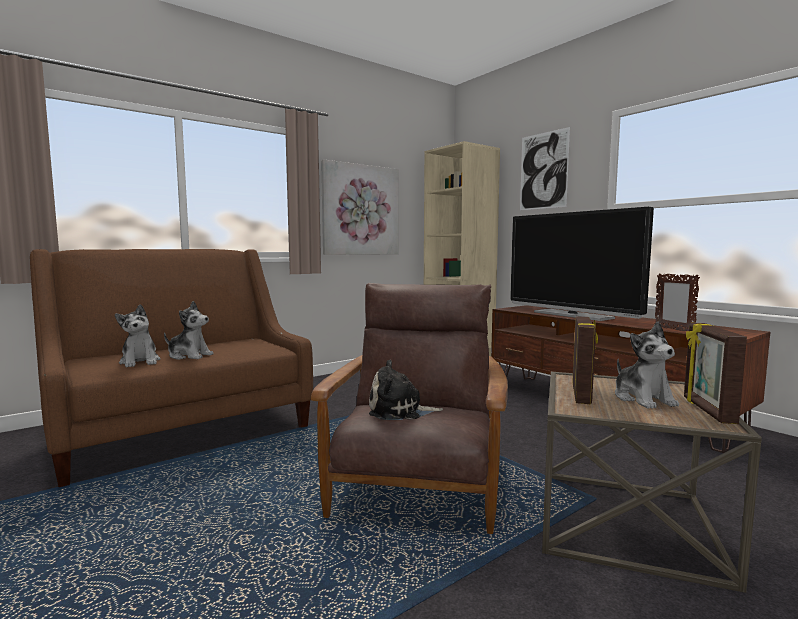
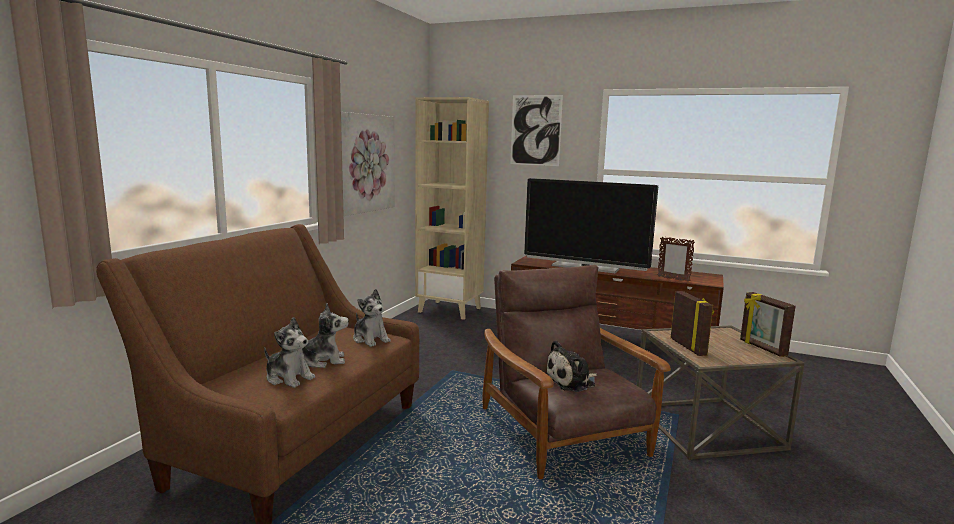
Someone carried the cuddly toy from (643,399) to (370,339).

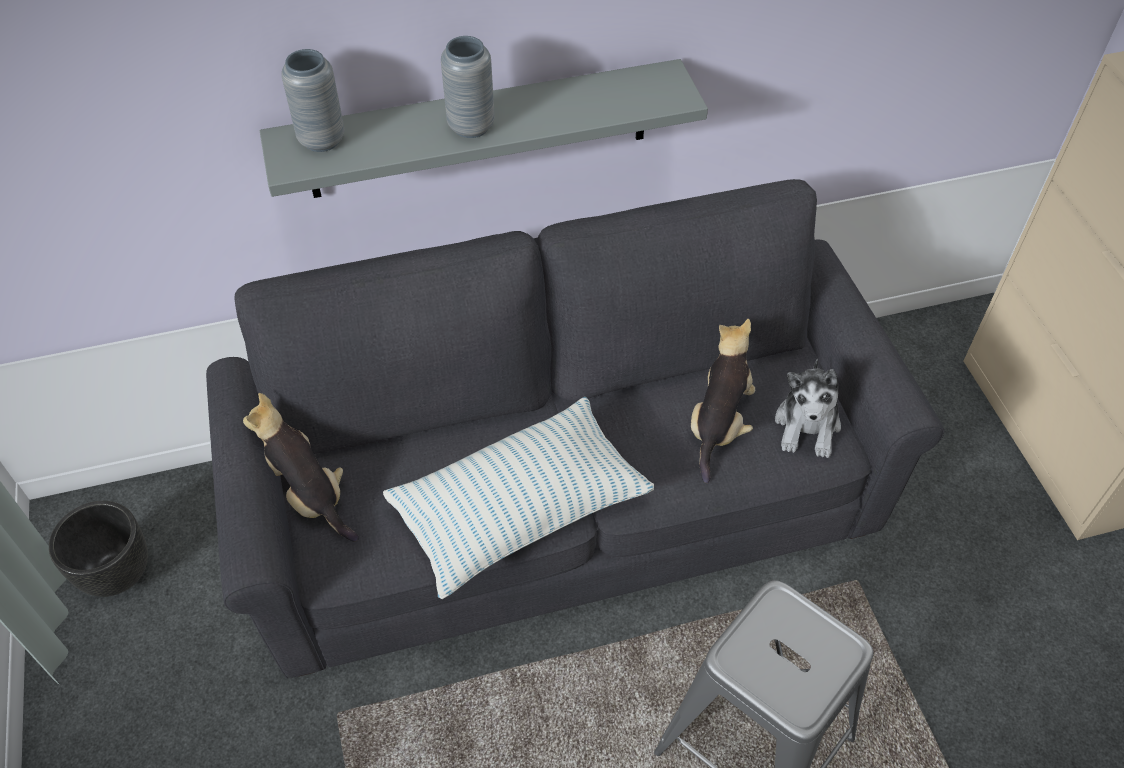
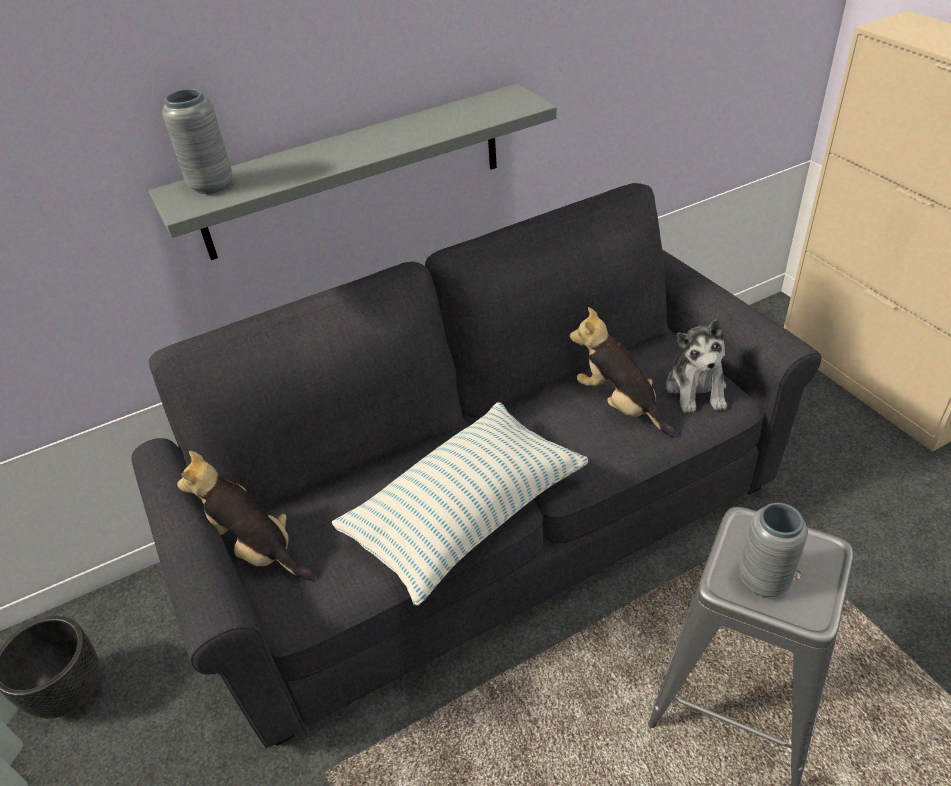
Someone carried the greyish decorative vase from (471,126) to (763,581).
Someone rotated the cuddly toy at (719,424) by 45 degrees counterclockwise.

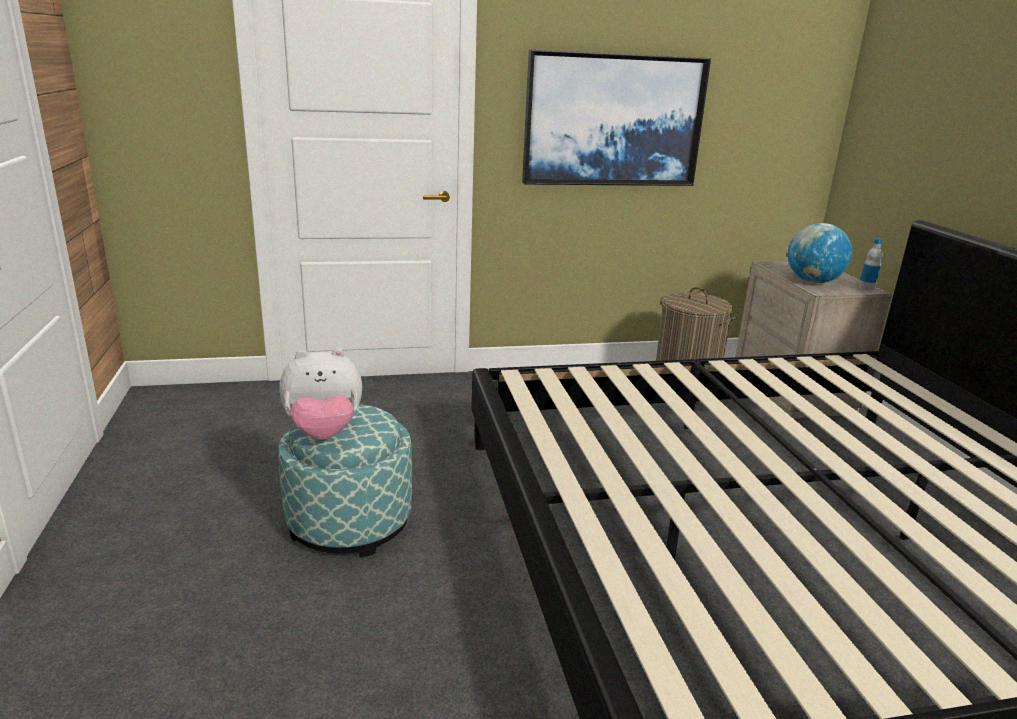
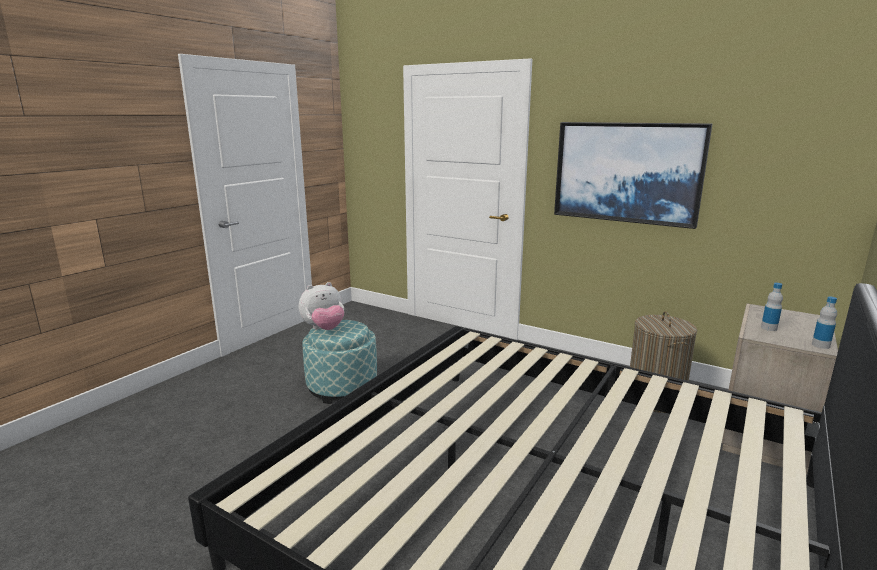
Someone swapped the desk globe at (813,281) for the drink bottle at (769,328).
Someone rotated the cuddly toy at (324,432) by 60 degrees counterclockwise.

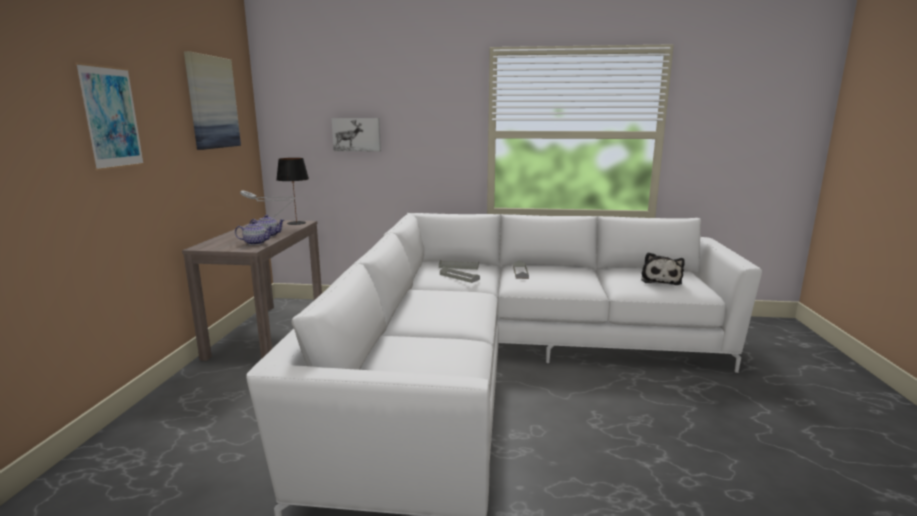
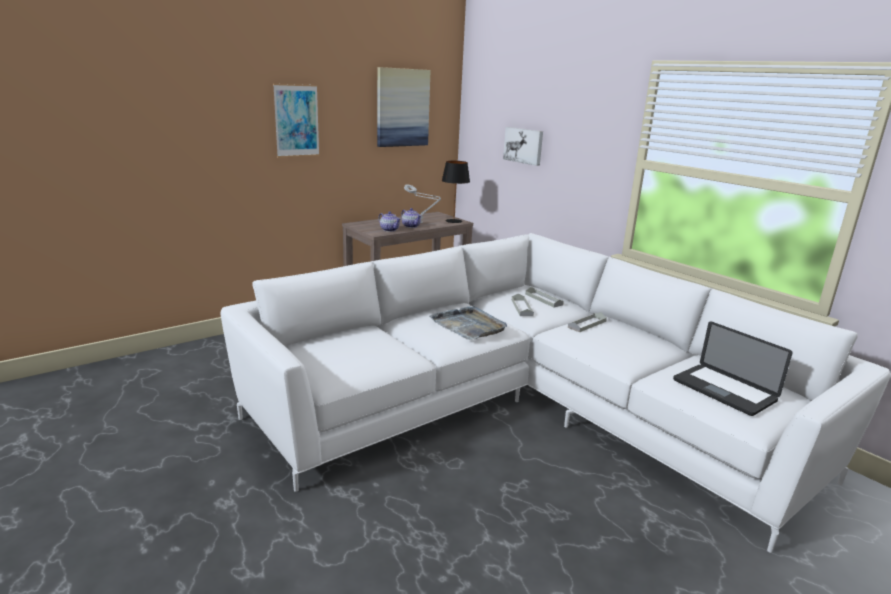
Someone put down the greyish tray at (469,325).
Someone swapped the cuddly toy at (660,280) for the notebook computer at (723,390).

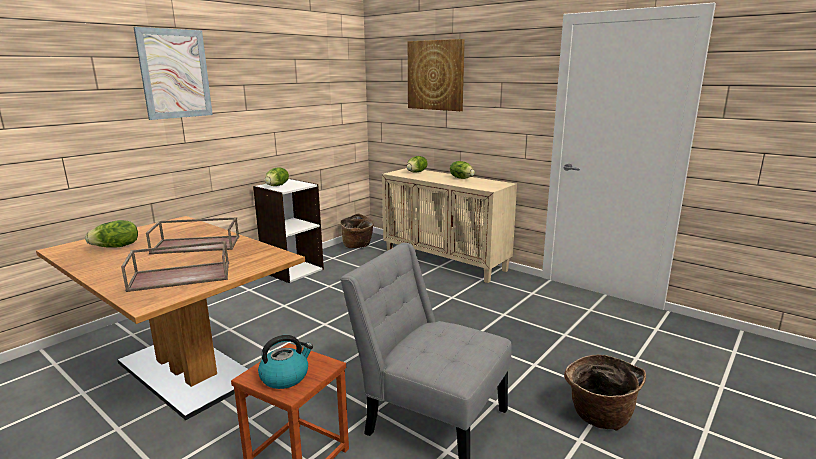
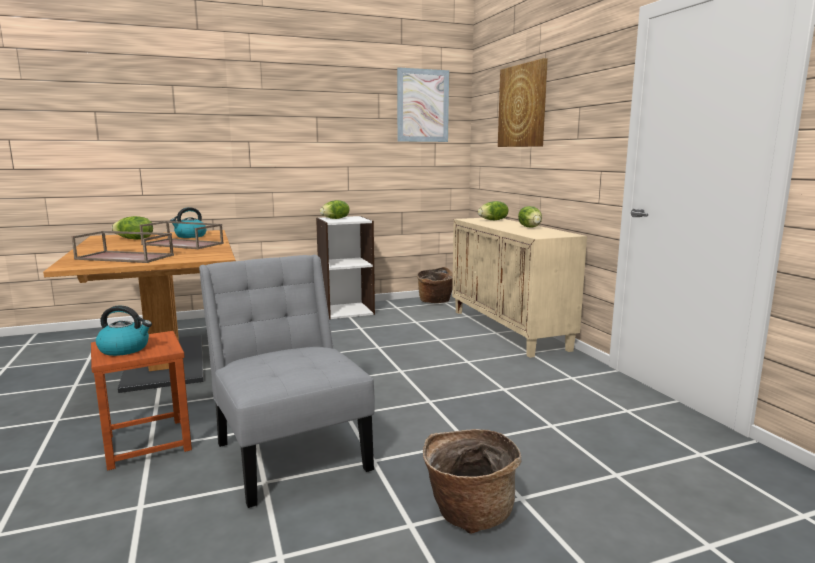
Someone put down the tea kettle at (190,236).
Someone carried the wall art from (175,74) to (422,105).

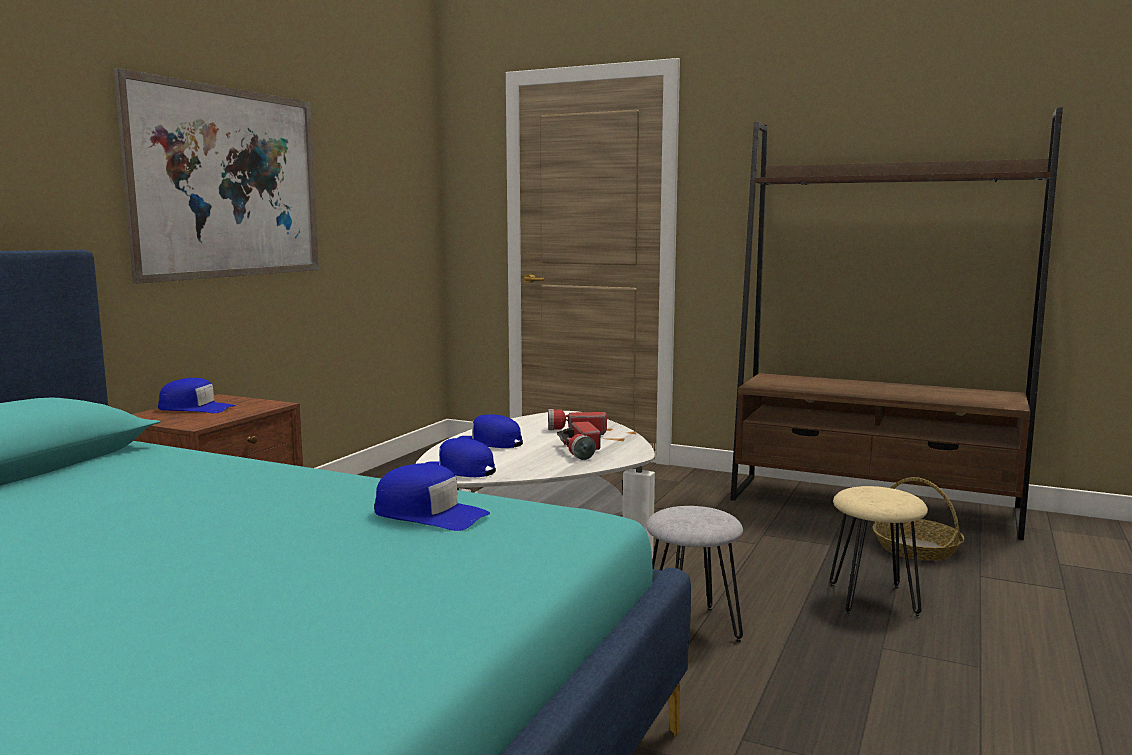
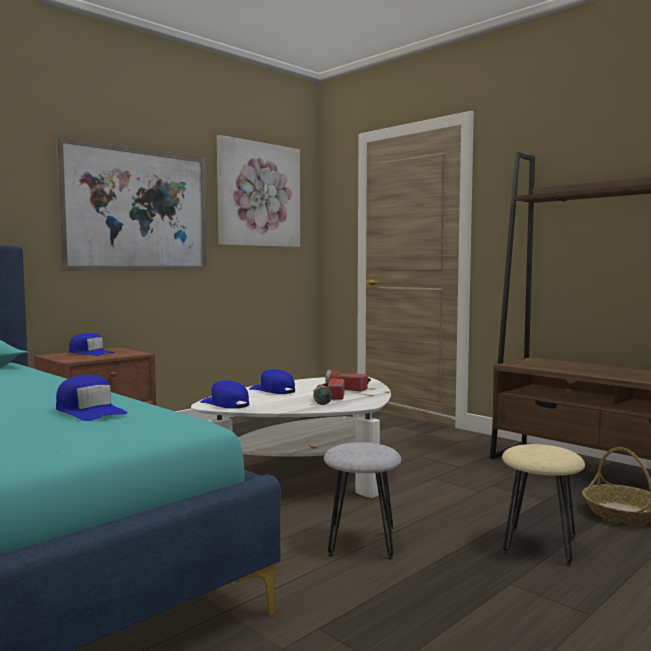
Someone put up the wall art at (259,195).

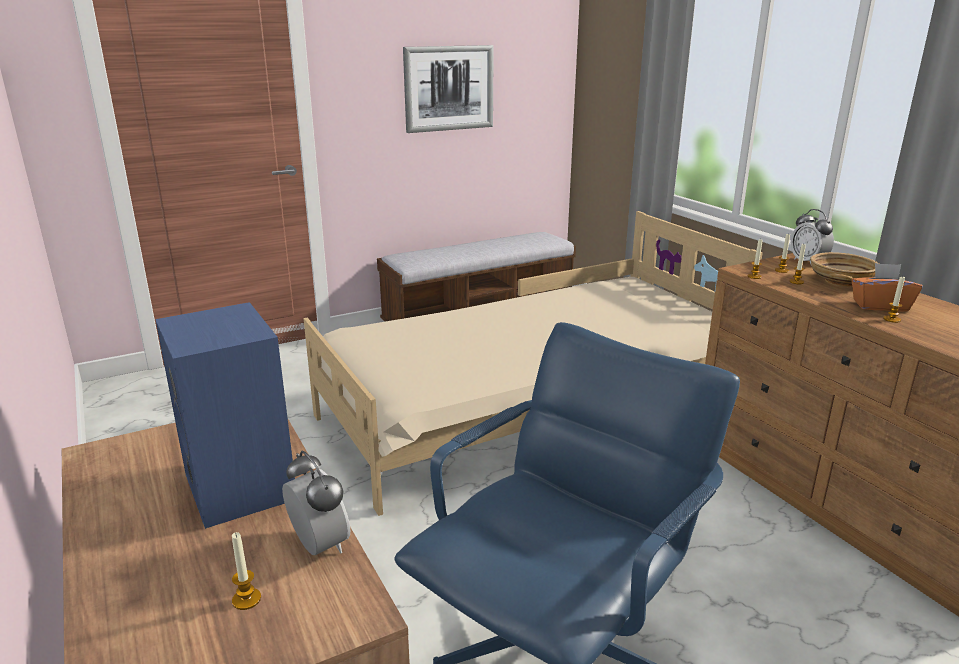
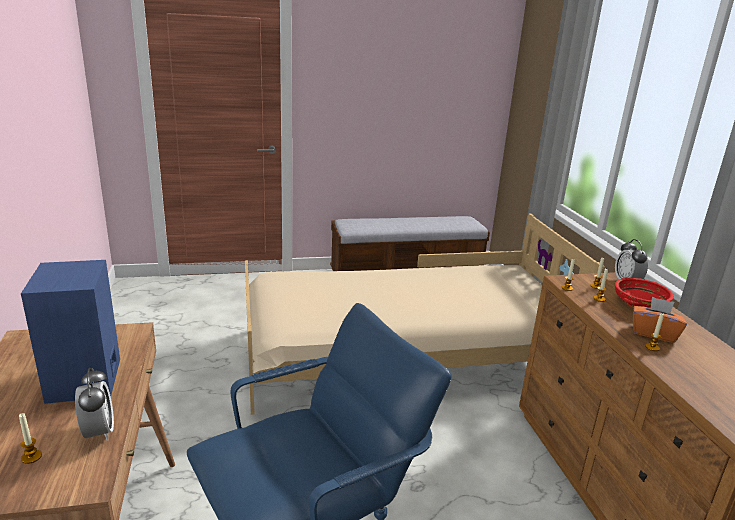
Someone took away the wall art at (449,88).
Someone repainted the sand-coloured bowl at (840,281), which became the reddish bowl at (639,304).

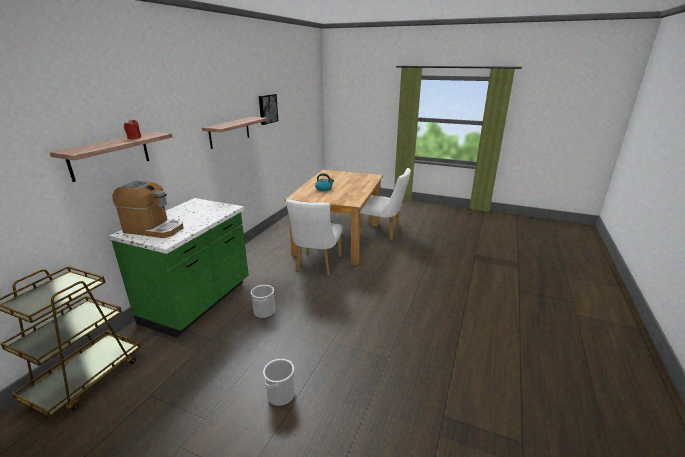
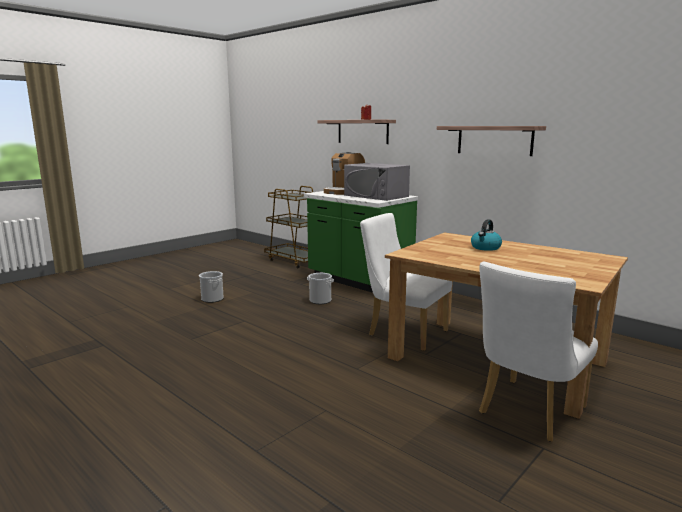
Someone took away the wall art at (267,109).
Someone put down the greyish microwave at (376,196).

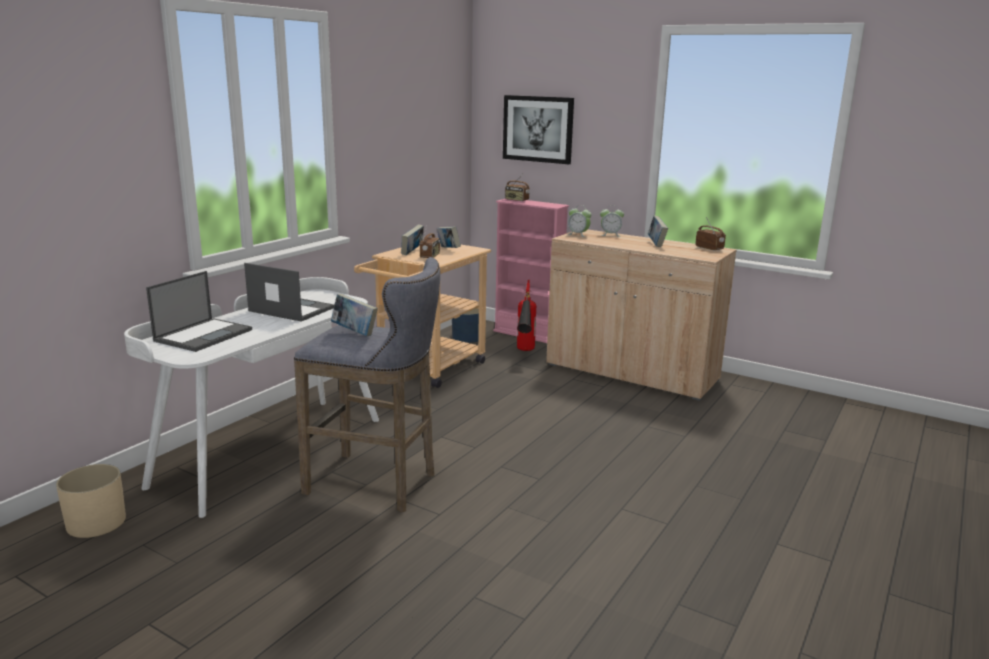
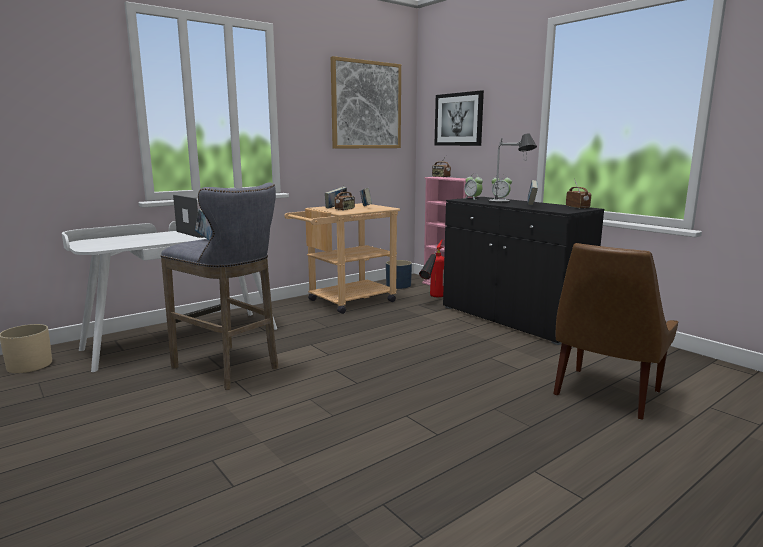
Someone took away the notebook computer at (204,335).
Someone put up the wall art at (366,105).
Someone put down the table lamp at (508,204).
Someone put down the brownish chair at (605,394).
Someone repainted the sand-coloured storage cabinet at (631,372), which became the blackish storage cabinet at (511,319).

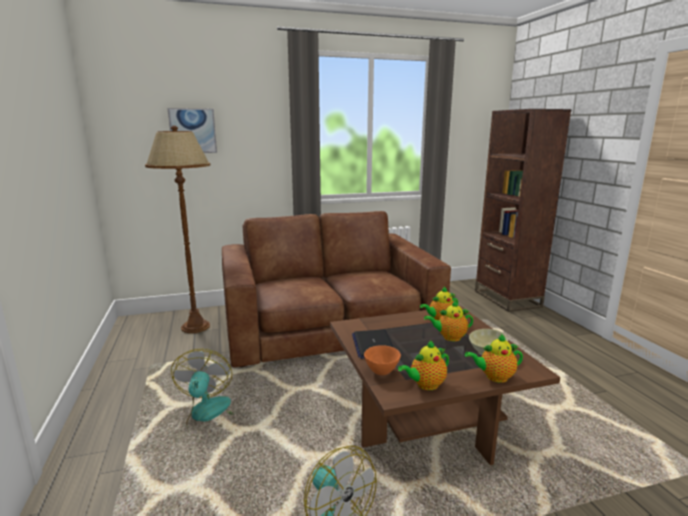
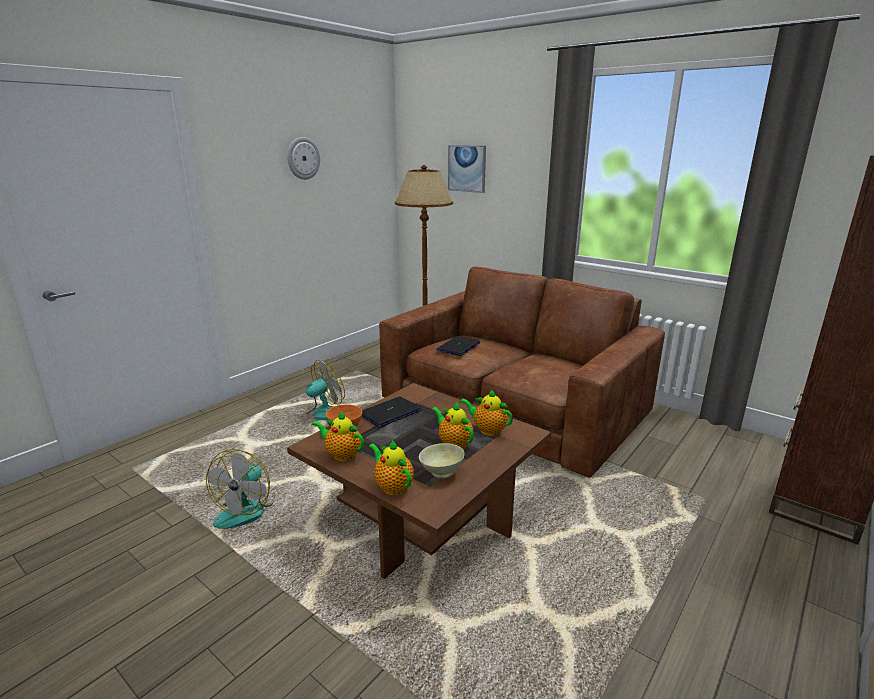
Someone put up the hanging clock at (303,158).
Someone put down the notebook computer at (458,347).

